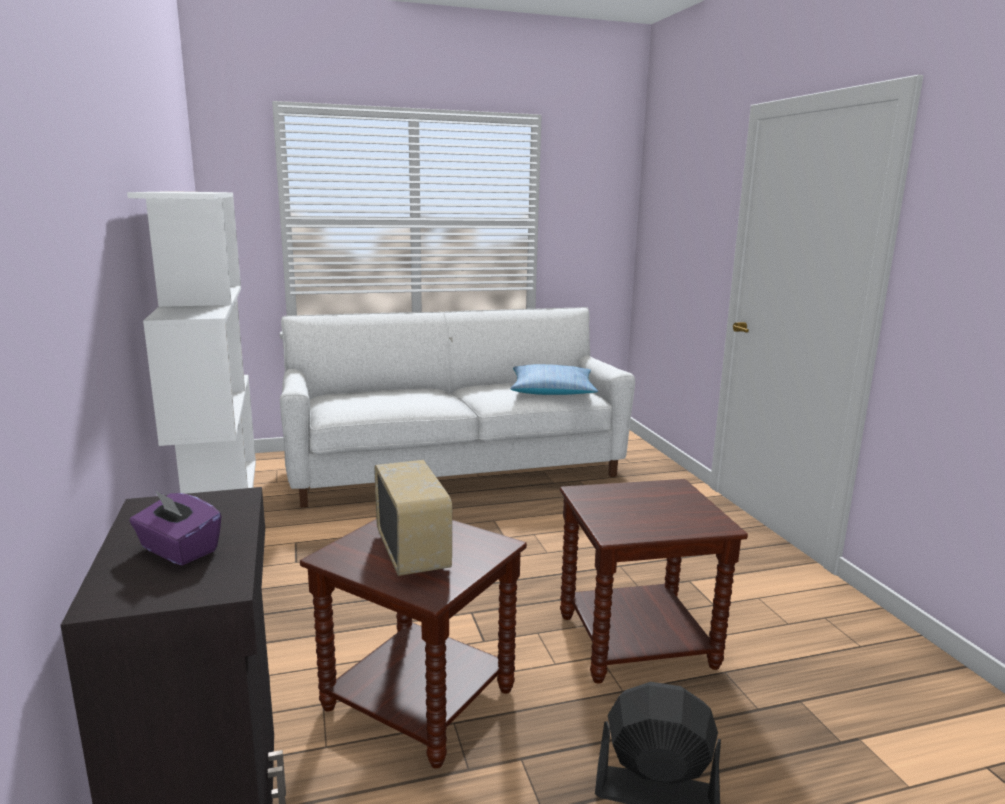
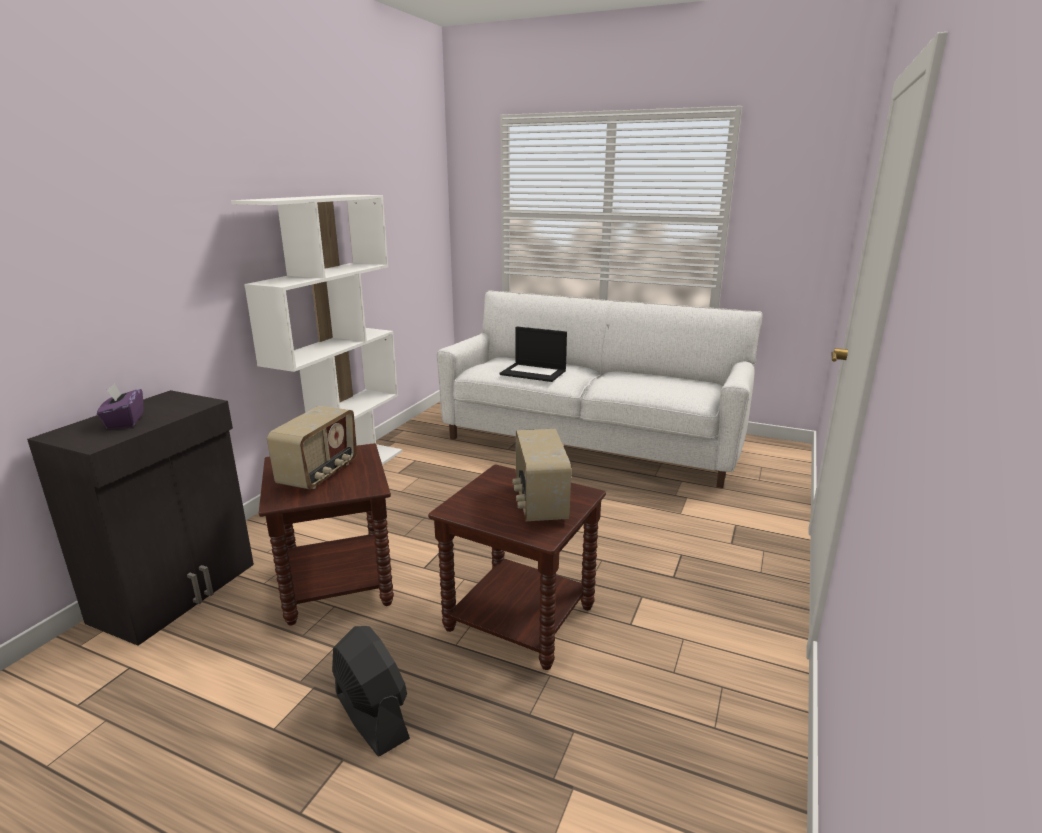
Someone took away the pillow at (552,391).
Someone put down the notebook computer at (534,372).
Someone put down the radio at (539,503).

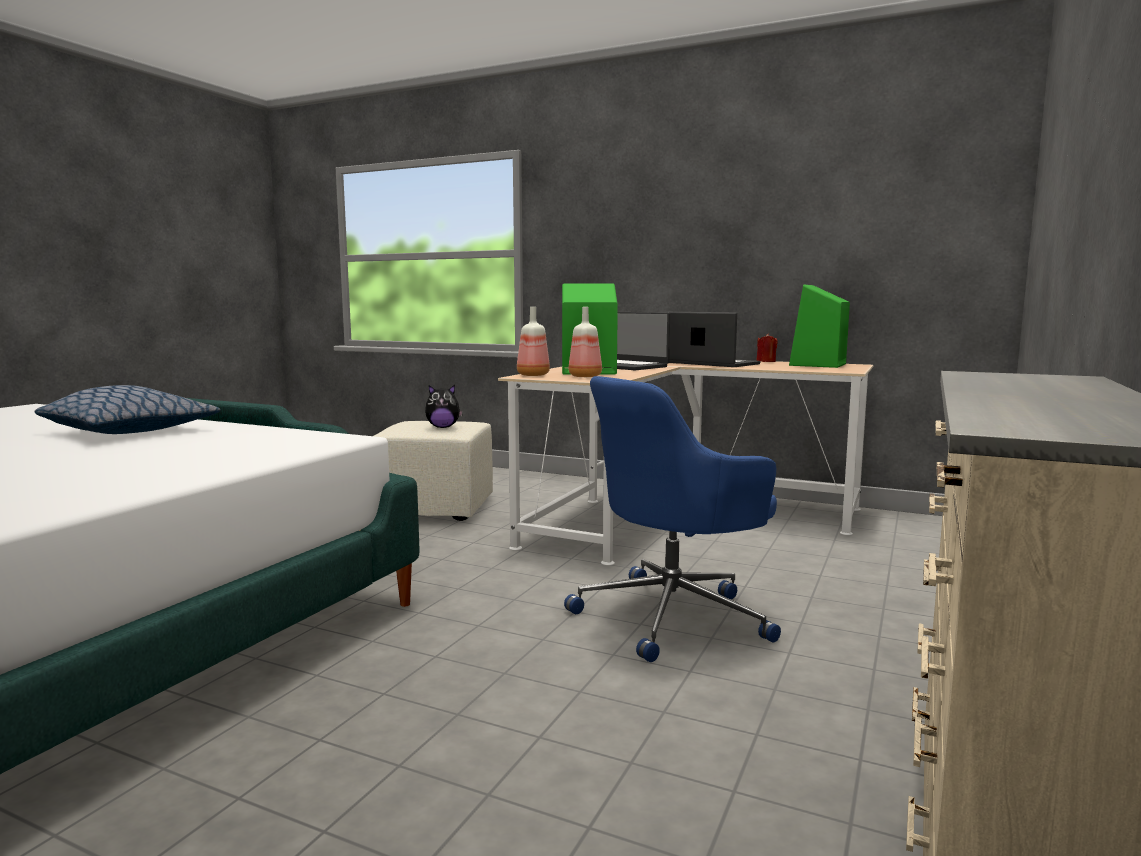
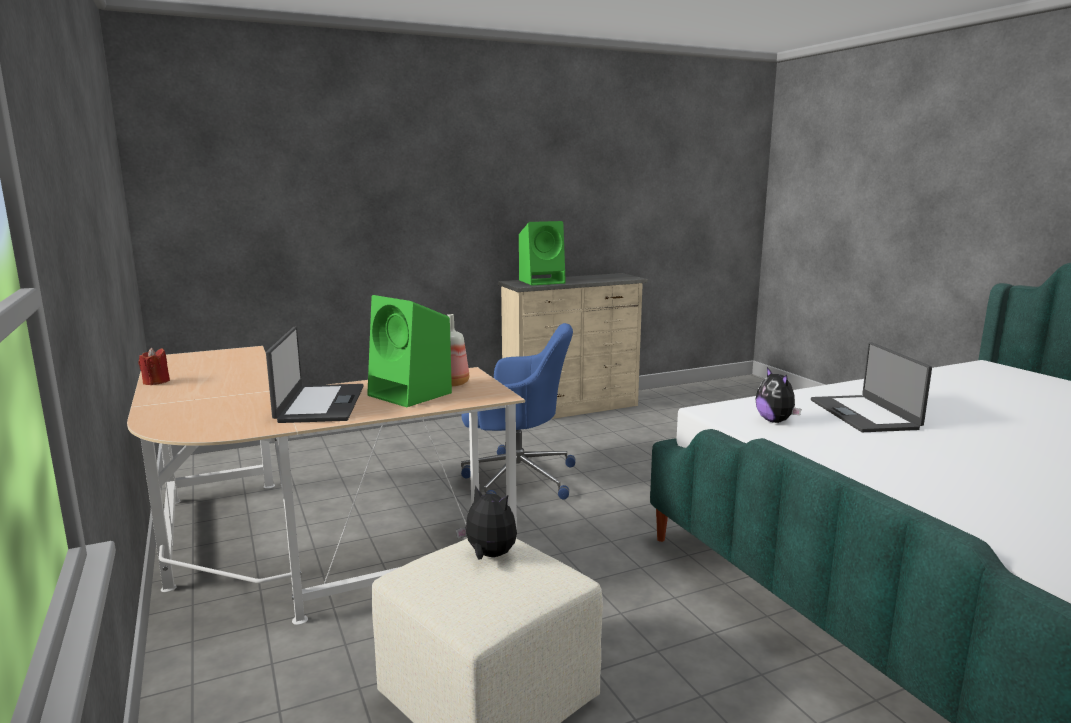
Someone took away the pillow at (131,431).
Someone took away the drink bottle at (532,375).
Someone put down the cuddly toy at (775,421).
Someone carried the notebook computer from (710,363) to (865,414).
Someone carried the green speaker from (818,365) to (543,281).

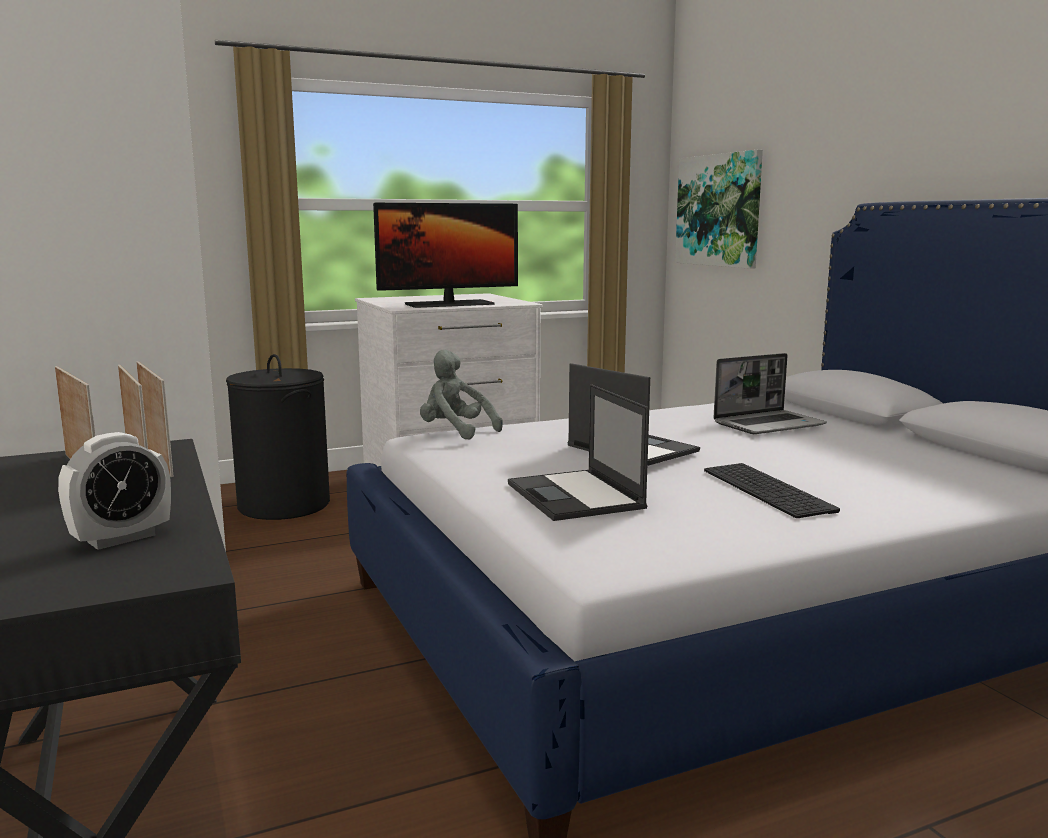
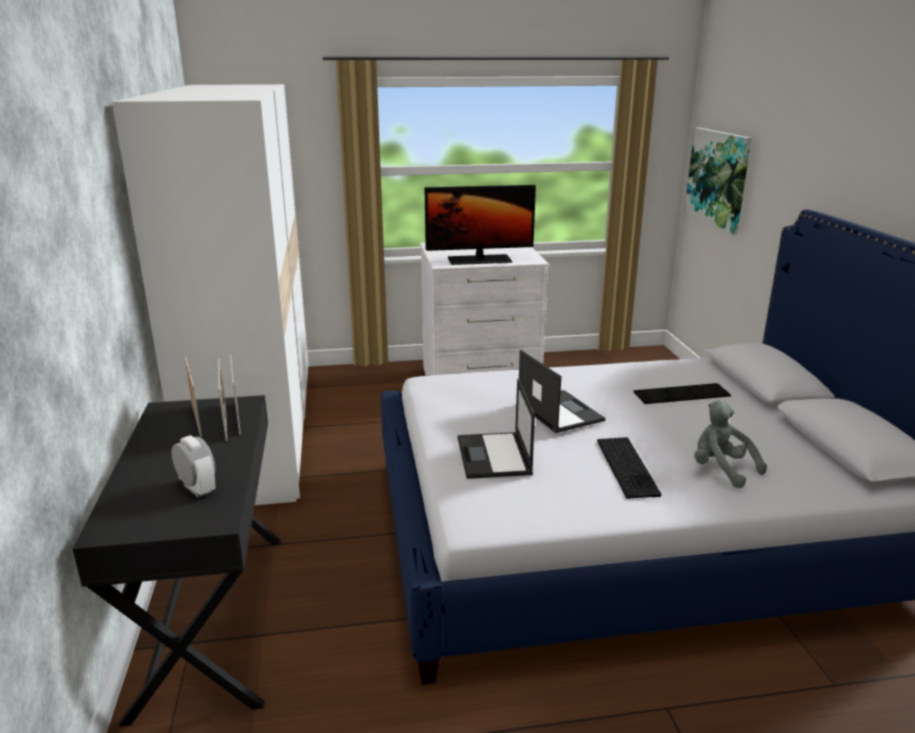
Someone took away the blackish washing basket at (283,505).
Someone carried the greyish cuddly toy from (455,432) to (721,469).
Someone swapped the notebook computer at (769,424) for the keyboard at (681,393).
Someone rotated the table clock at (121,538) by 105 degrees counterclockwise.

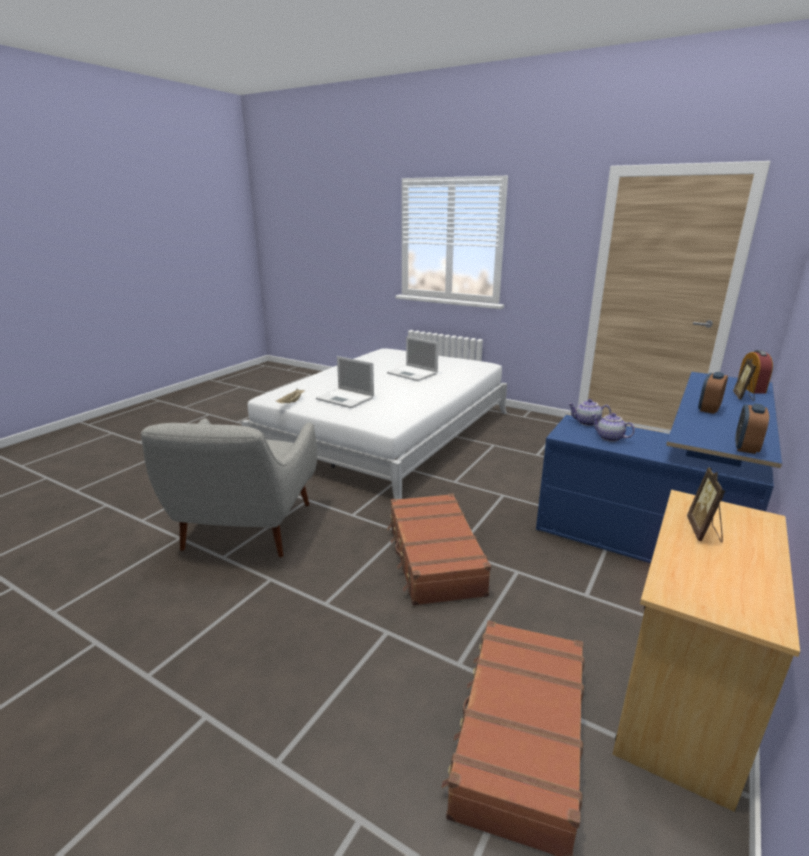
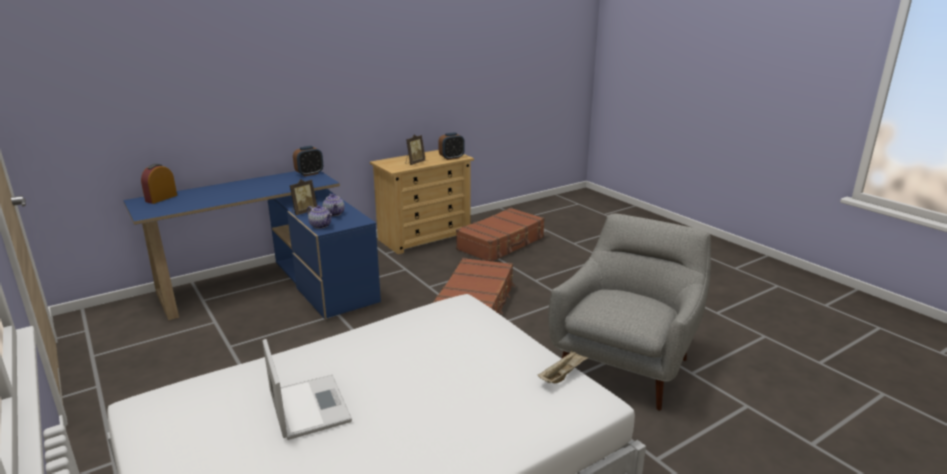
Someone took away the notebook computer at (346,398).
Someone carried the table clock from (708,409) to (451,158).
Someone carried the picture frame from (743,397) to (304,212).

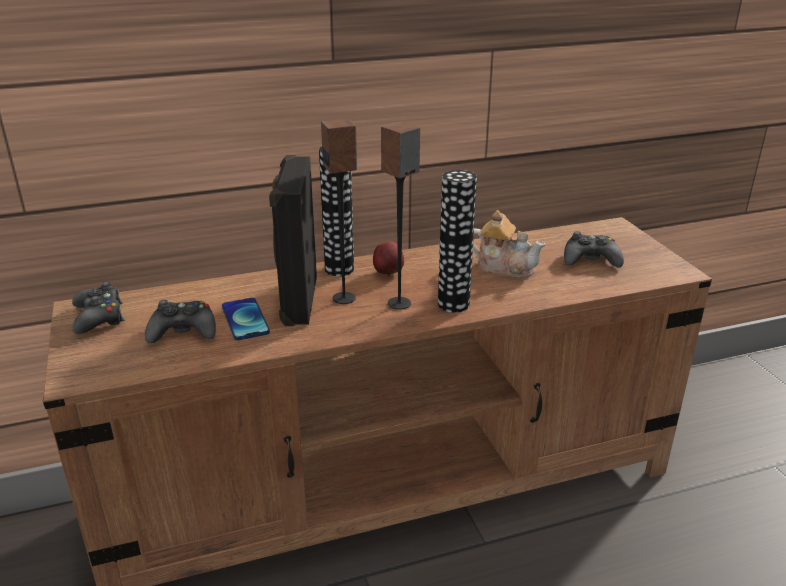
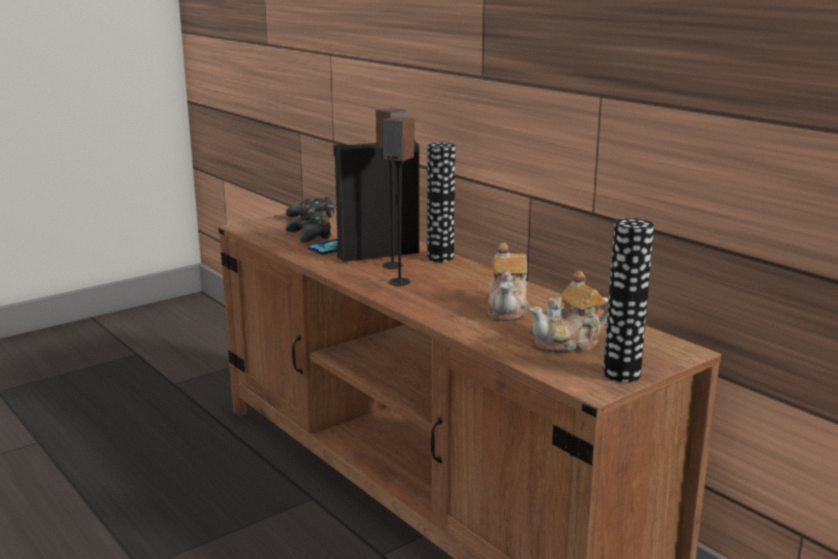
Someone took away the apple fruit at (388,273).
Someone carried the decorative vase from (453,304) to (621,374).
Someone swapped the blackish gamepad at (590,260) for the pot for tea at (570,343).

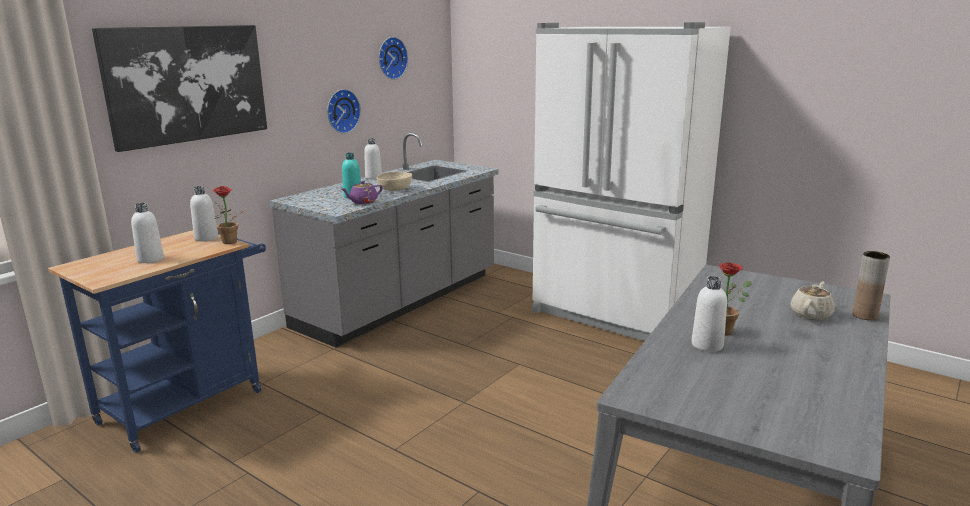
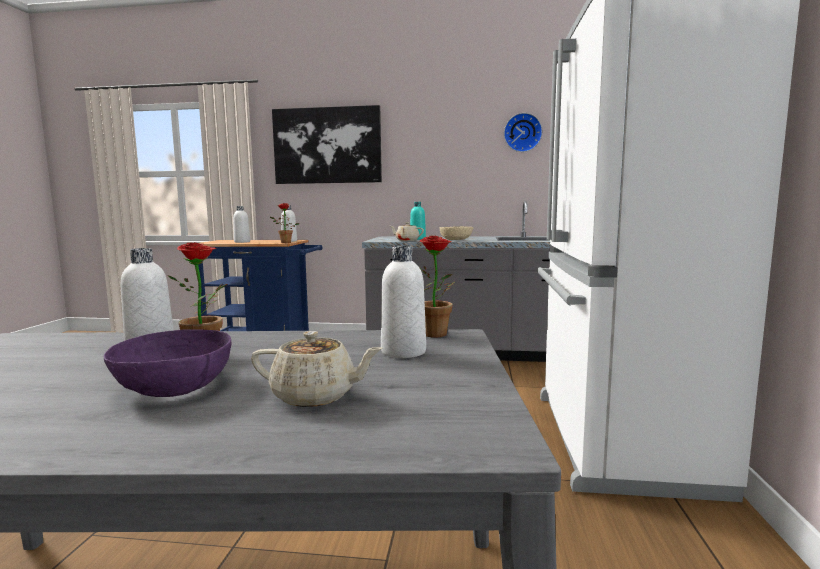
Someone took away the hanging clock at (341,111).
Someone took away the brownish decorative vase at (865,315).
Someone put down the purple-coloured bowl at (174,386).
Someone put down the potted plant at (438,335).
Someone carried the white-coloured drink bottle from (373,177) to (403,352).
Someone repainted the purple-coloured pot for tea at (363,202), which became the sand-coloured pot for tea at (406,240).

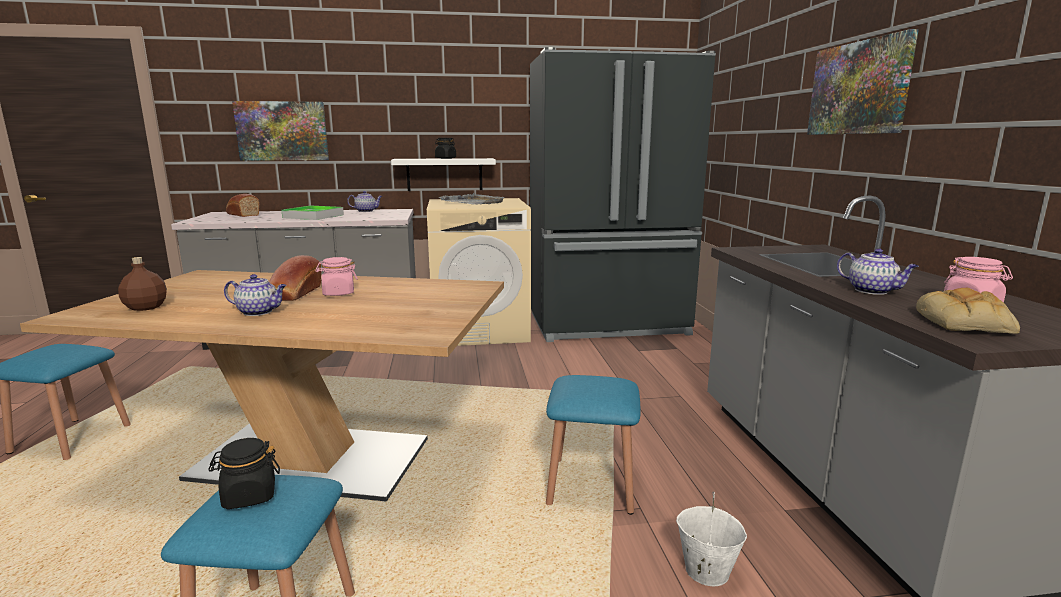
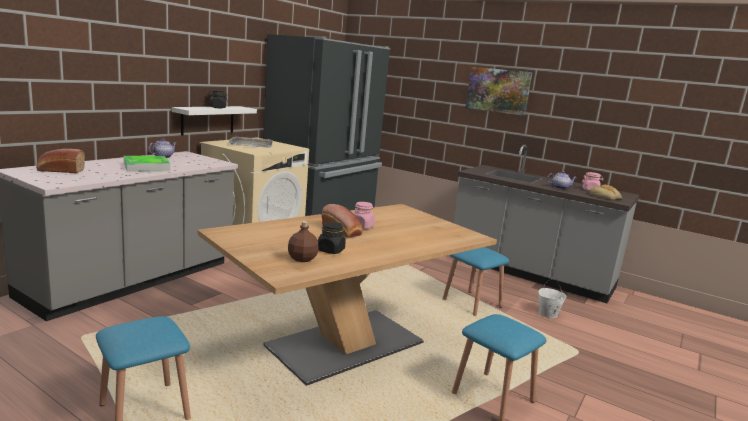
Someone took away the pot for tea at (259,312).
Someone took away the wall art at (282,131).
Someone carried the blackish storage jar from (249,496) to (330,250).

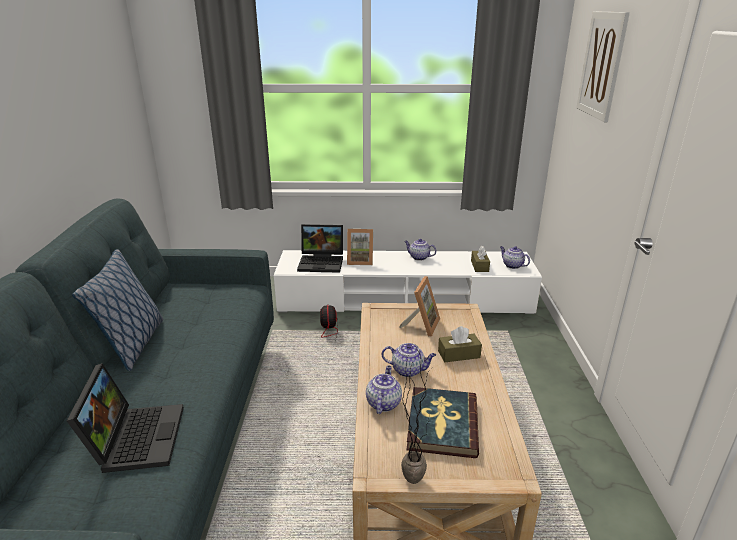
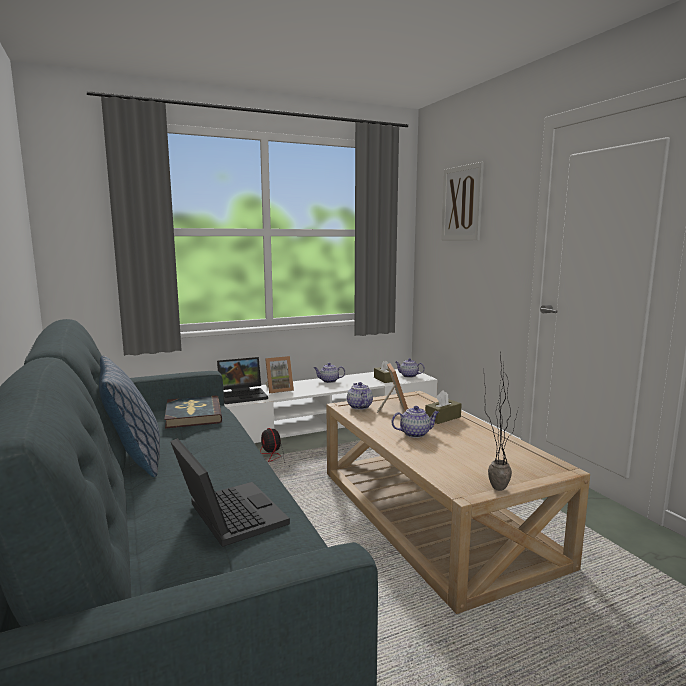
Someone carried the pot for tea from (383,403) to (359,406).
Someone carried the bound book from (442,424) to (193,415).

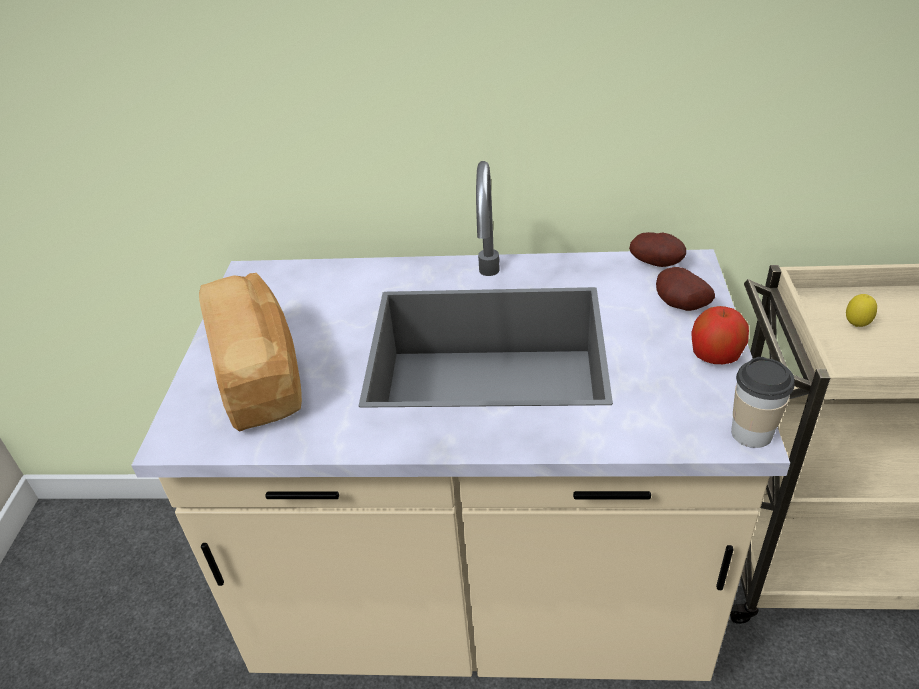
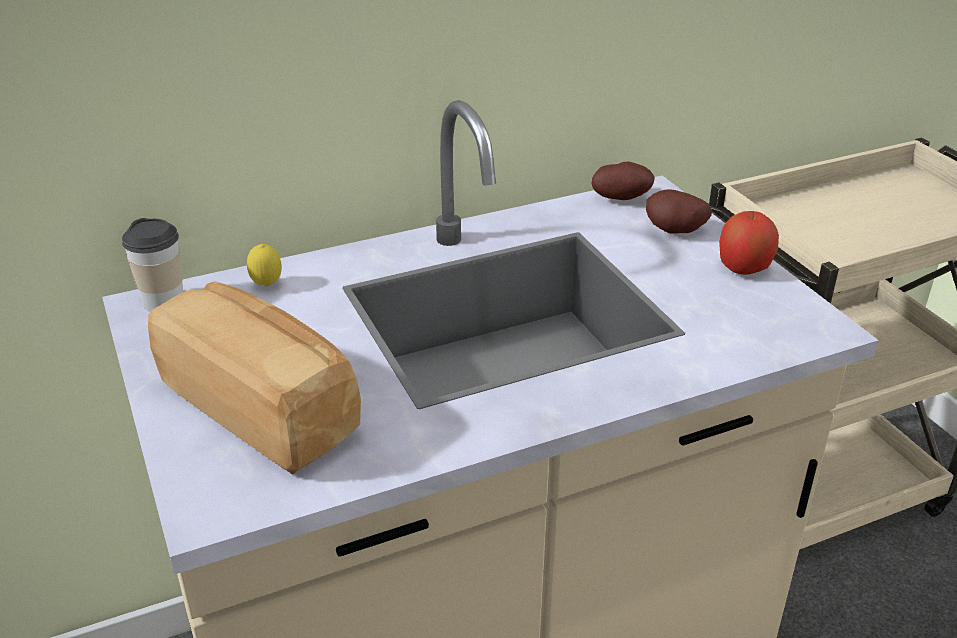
Someone carried the cup from (751,433) to (163,301).
Someone carried the lemon from (856,326) to (267,286).

